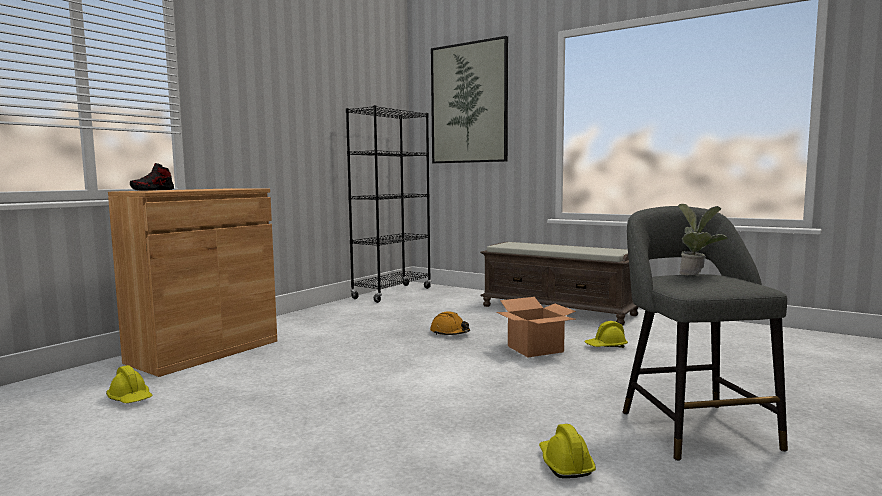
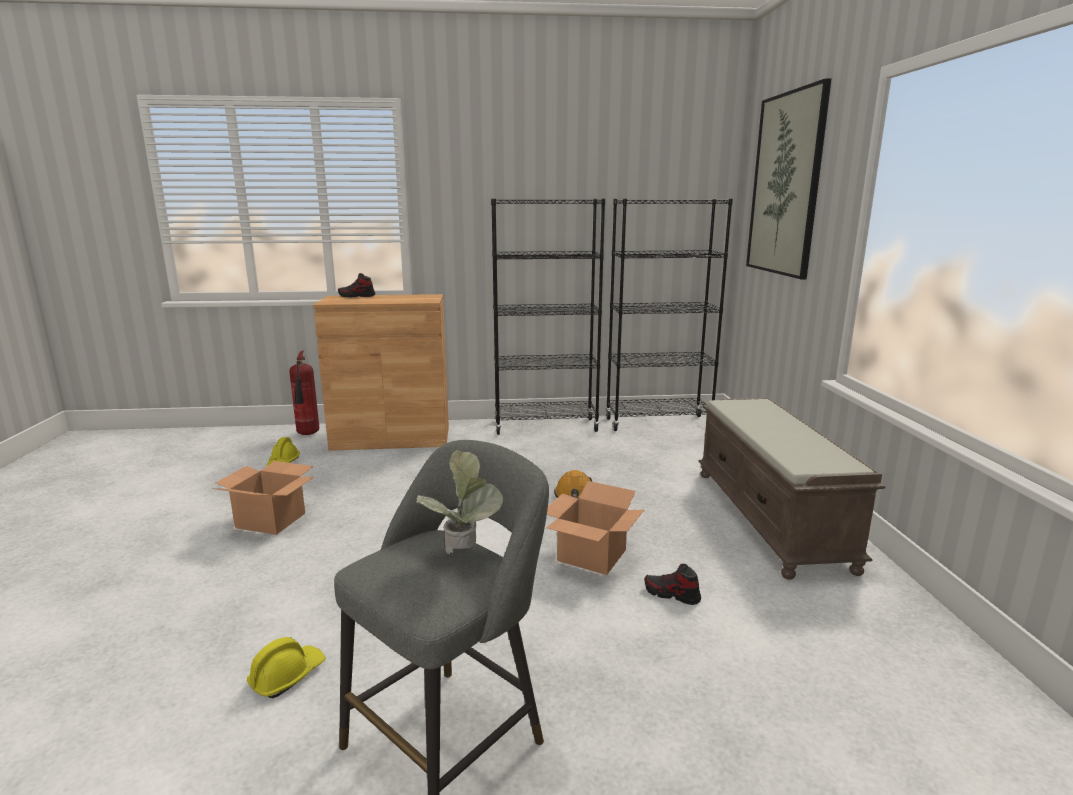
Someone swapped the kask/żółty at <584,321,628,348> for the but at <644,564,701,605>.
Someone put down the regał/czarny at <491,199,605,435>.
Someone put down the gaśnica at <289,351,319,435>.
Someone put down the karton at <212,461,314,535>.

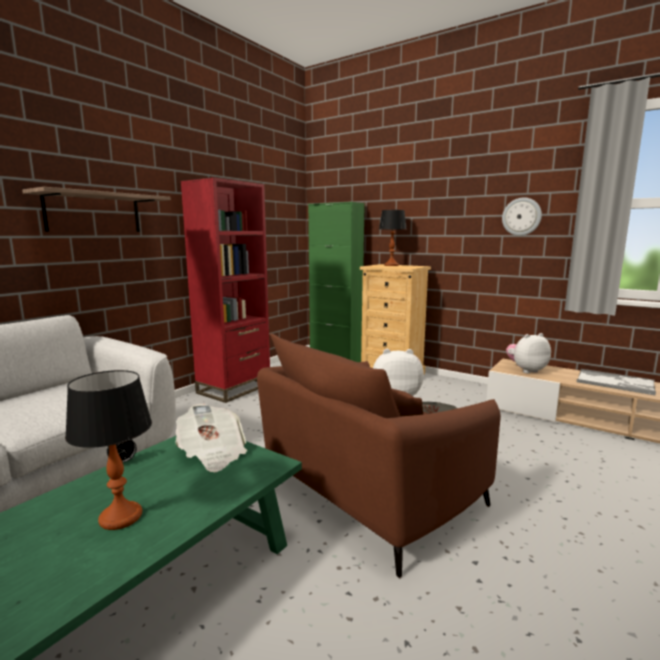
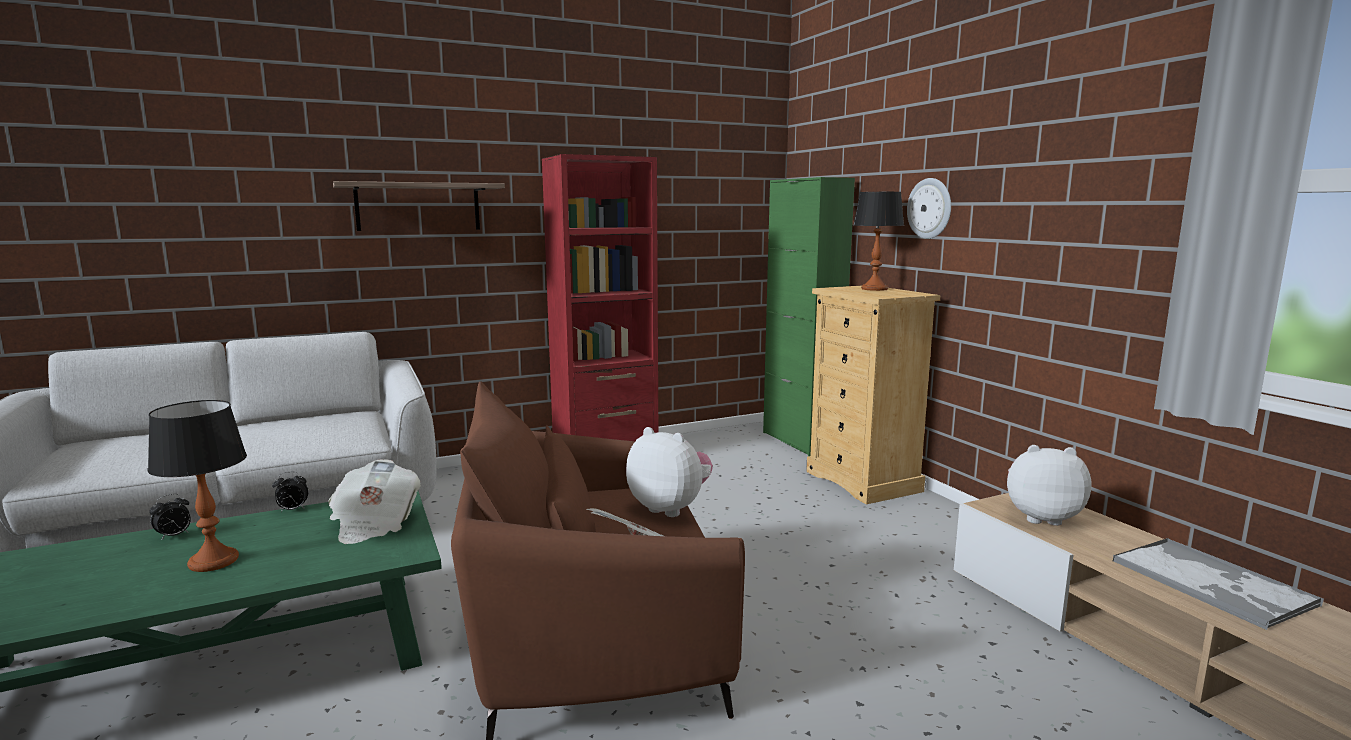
Someone carried the zegar ścienny from <502,197,542,236> to <907,178,951,239>.
Someone put down the budzik at <149,494,191,540>.

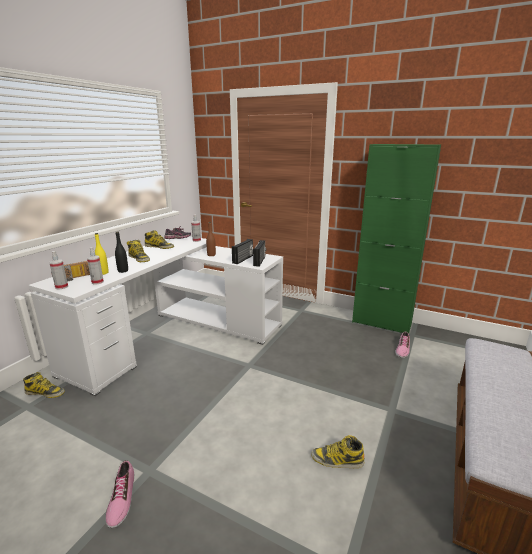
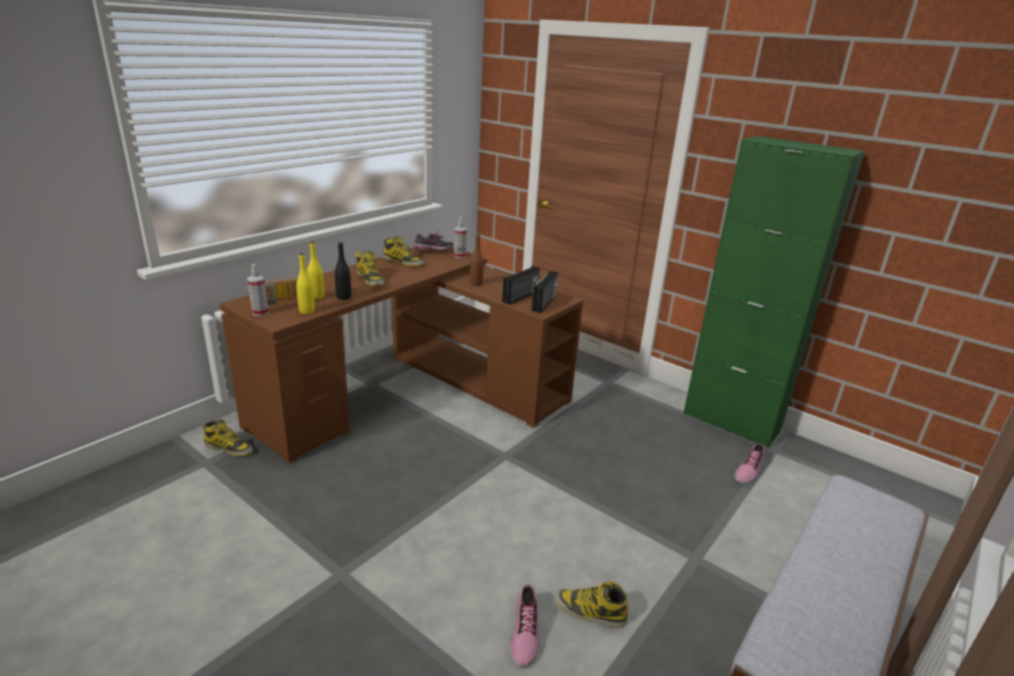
Someone repainted the biurko/biały at <28,236,283,396>, which became the biurko/brązowy at <220,247,583,464>.
Someone swapped the spryskiwacz at <87,247,104,284> for the butelka/żółty at <296,253,315,314>.
Someone carried the but from <105,460,134,528> to <510,584,539,667>.

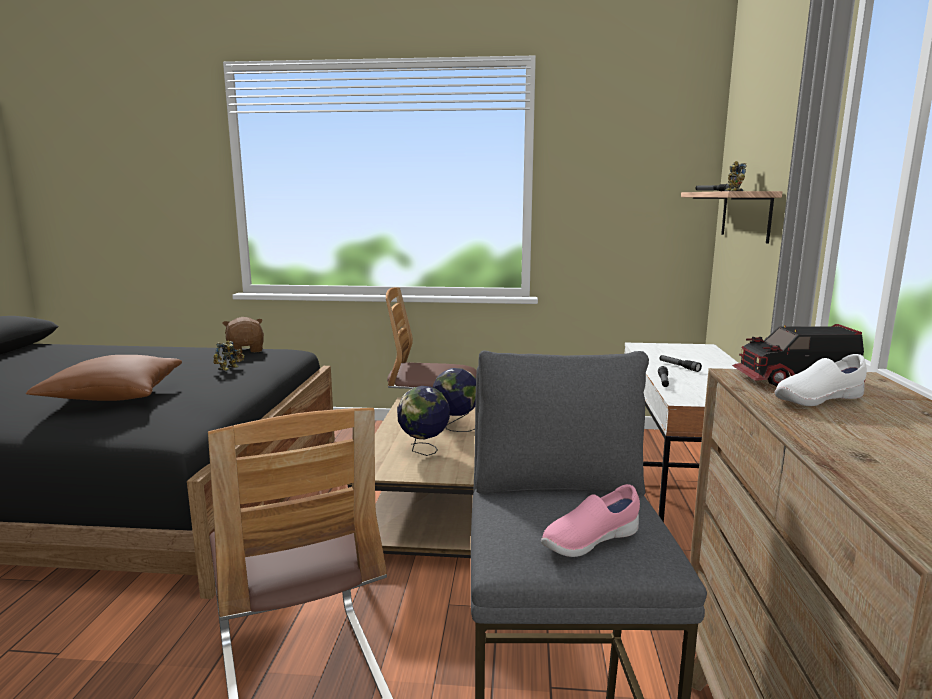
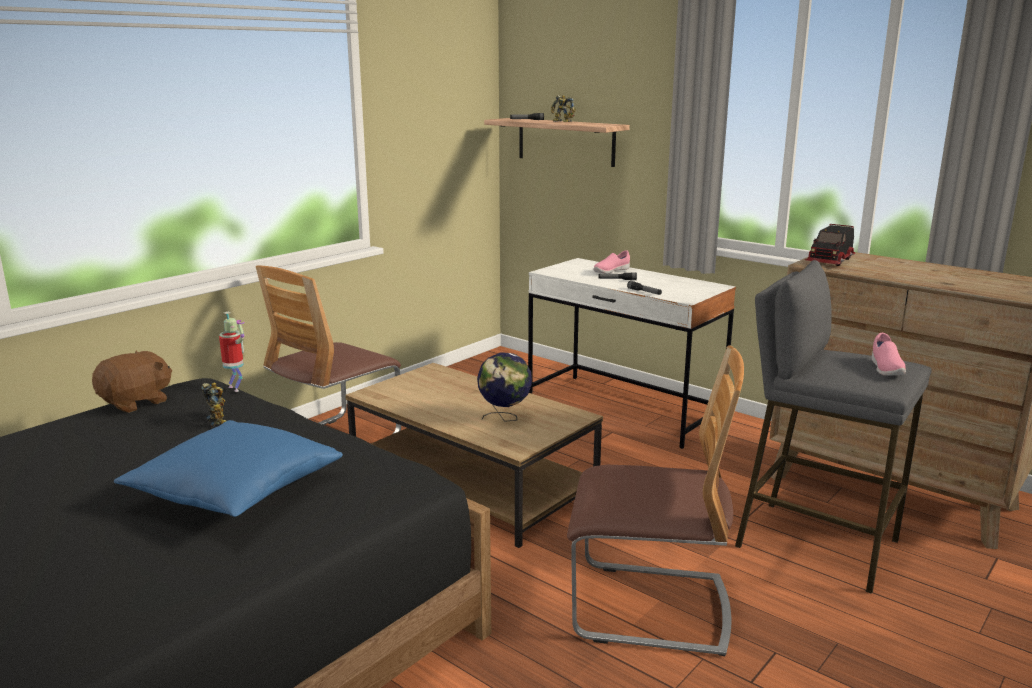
Someone rotated the pluszak/brązowy at <222,317,264,354> by 120 degrees clockwise.
Someone took away the but/biały at <775,354,867,406>.
Someone repainted the poduszka/brązowy at <26,355,182,401>, which became the poduszka/niebieski at <114,420,343,517>.
Someone took away the globus at <433,368,476,432>.
Someone put down the but/różowy at <593,250,630,274>.
Someone put down the robot zabawkowy at <219,311,245,392>.

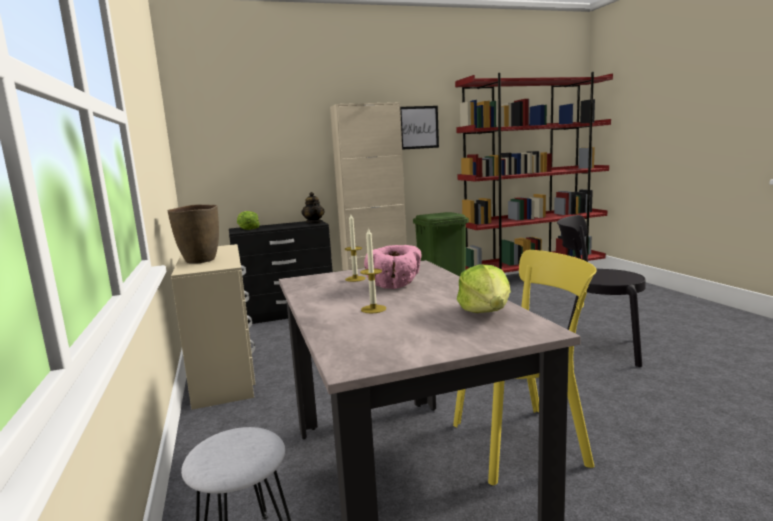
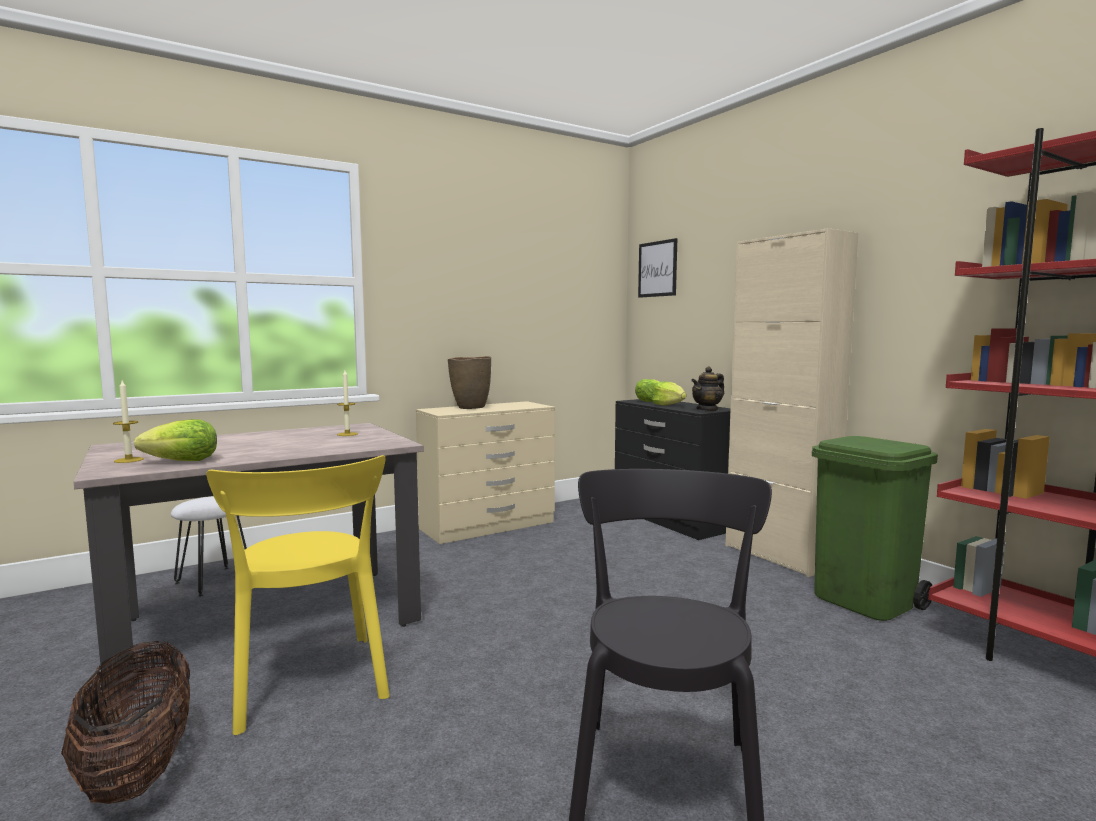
Someone carried the obraz from <400,106,439,150> to <638,238,677,298>.
Someone carried the świeca from <360,227,386,313> to <113,380,144,463>.
Someone took away the miska/różowy at <364,245,422,289>.
Someone put down the sałata at <652,381,686,406>.
Someone put down the koszyk at <61,641,190,804>.

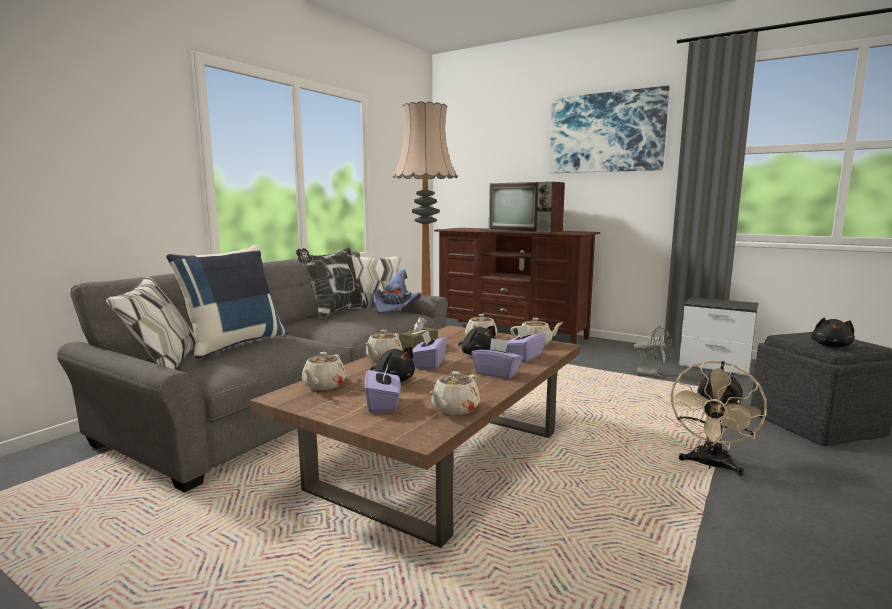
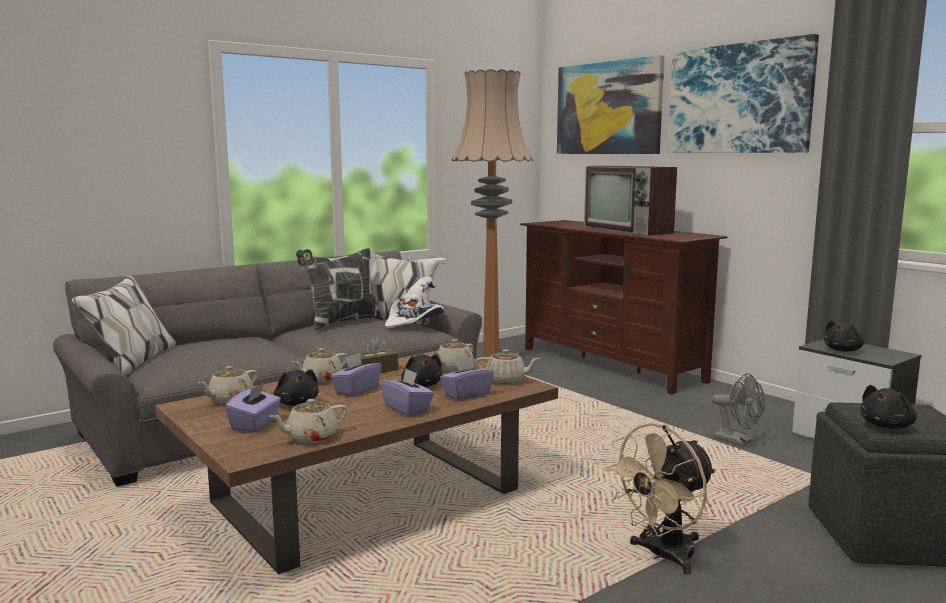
Someone took away the poduszka/niebieski at <166,245,289,359>.
Someone repainted the kapelusz/fioletowy at <373,270,421,314>, which became the kapelusz/biały at <385,277,444,328>.
Someone put up the obraz at <557,55,664,154>.
Someone put down the pluszak/czarny at <824,320,864,352>.

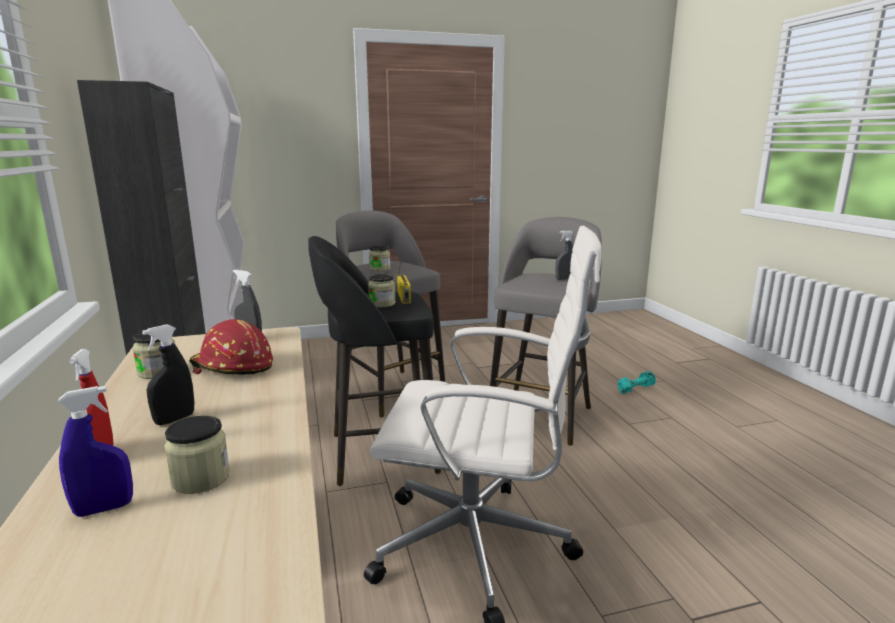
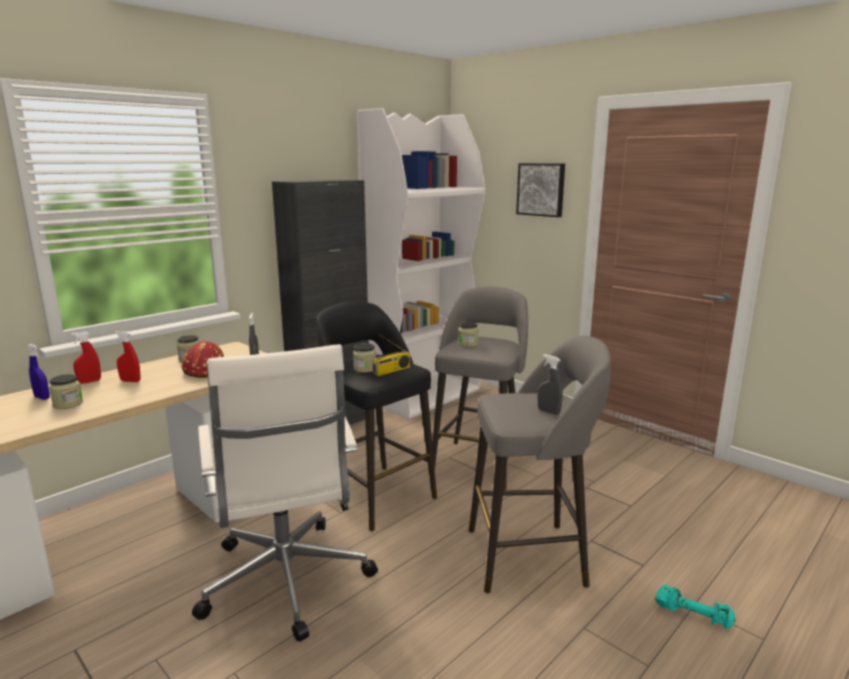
Someone repainted the spryskiwacz/czarny at <142,324,194,425>, which became the spryskiwacz/czerwony at <114,331,140,382>.
Someone put up the obraz at <516,163,565,217>.

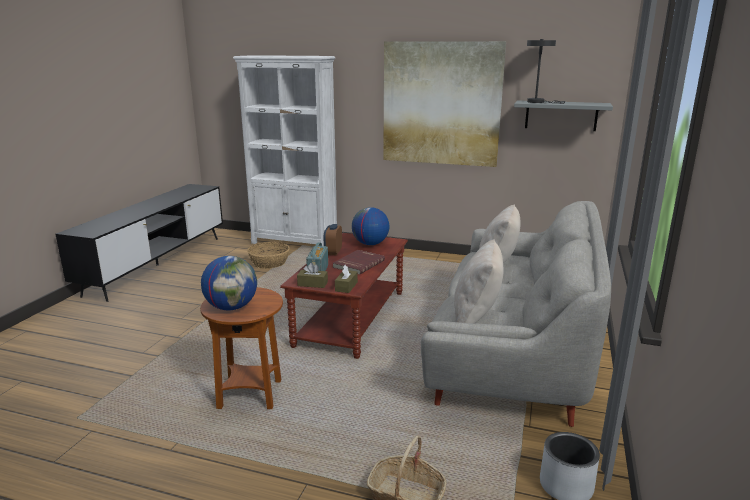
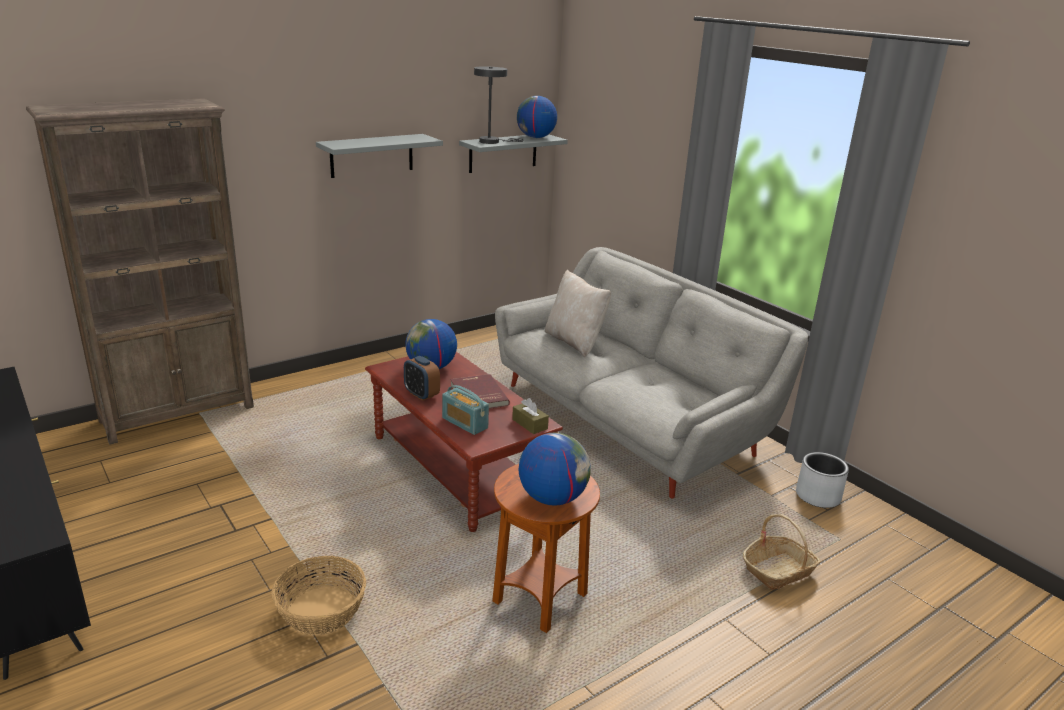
Someone swapped the obraz at <383,41,506,167> for the półka/szary at <316,134,443,178>.
Someone repainted the regał/biały at <233,55,337,246>, which became the regał/brązowy at <26,98,254,445>.
Someone took away the poduszka/beżowy at <454,239,504,323>.
Someone carried the koszyk from <247,242,290,269> to <272,556,366,635>.
Someone took away the pudełko chusteczek/brązowy at <297,263,328,288>.
Someone put down the globus at <517,96,557,138>.

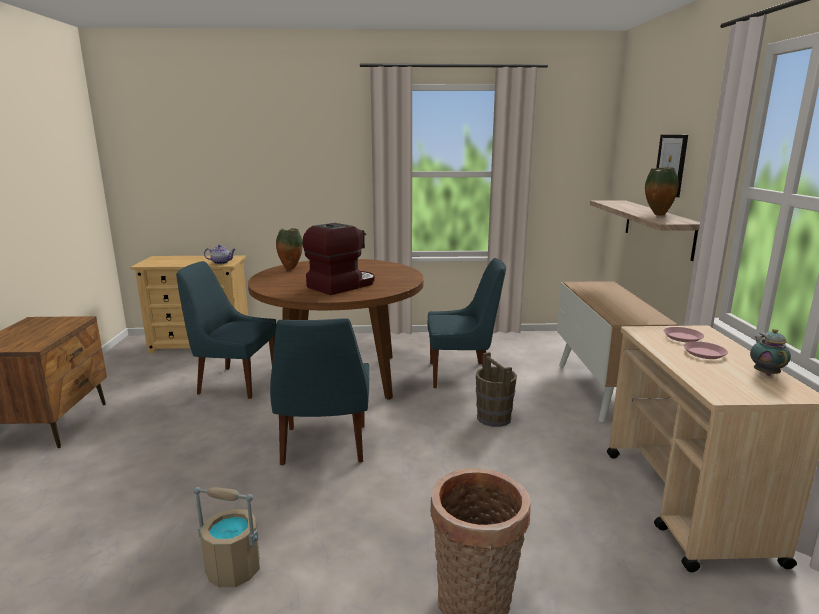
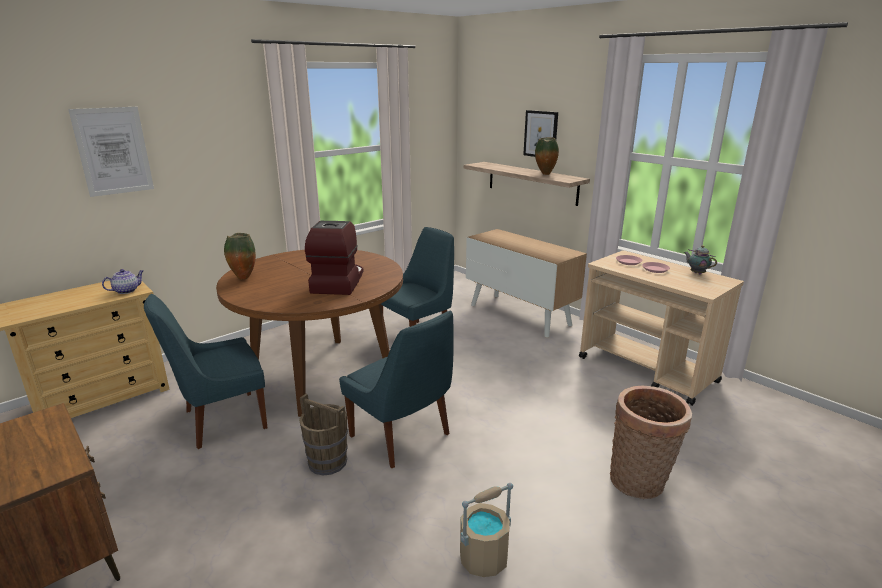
Someone carried the wiadro/brązowy from <476,352,517,427> to <299,394,348,476>.
Someone put up the obraz at <68,107,154,197>.

